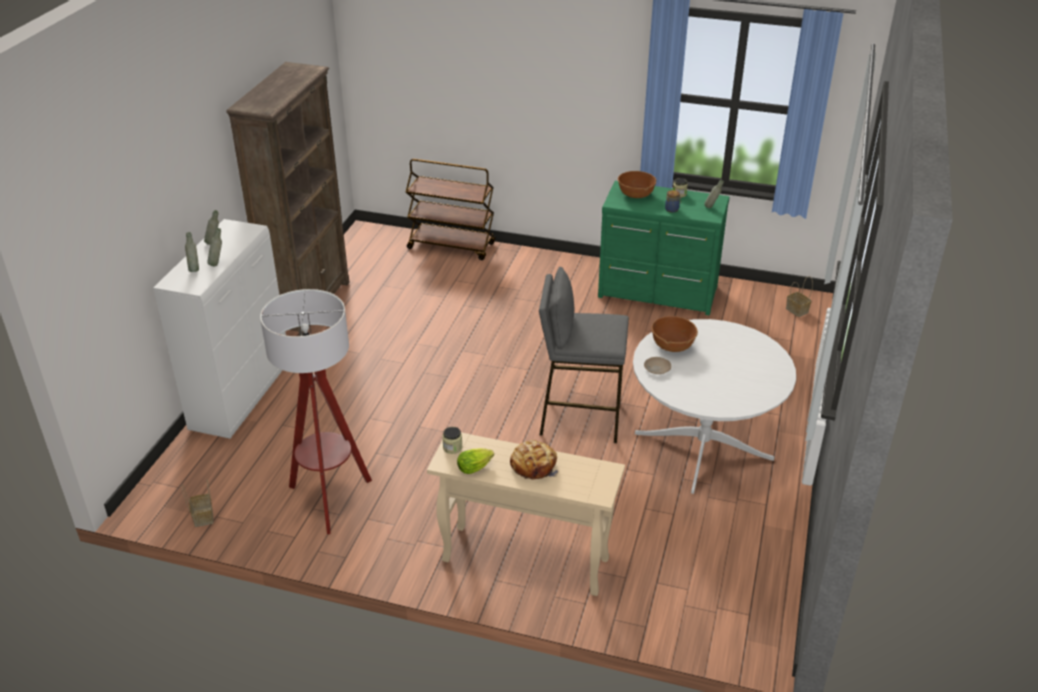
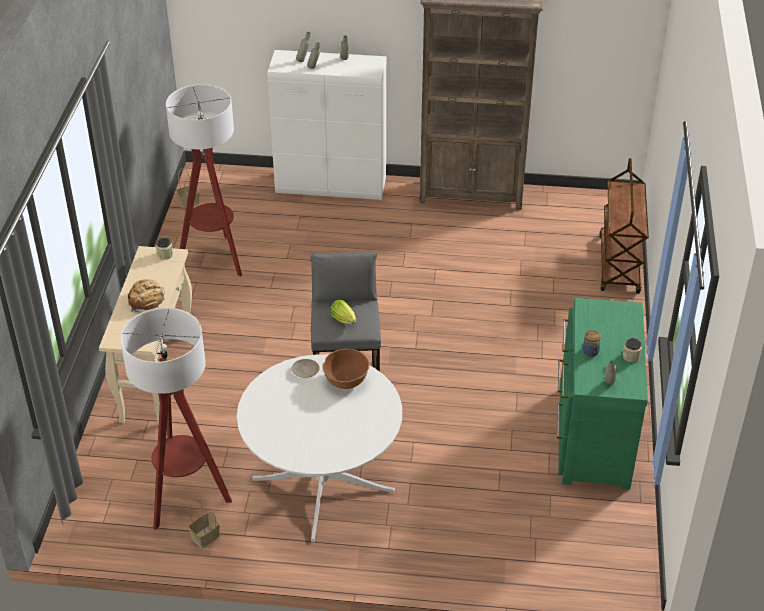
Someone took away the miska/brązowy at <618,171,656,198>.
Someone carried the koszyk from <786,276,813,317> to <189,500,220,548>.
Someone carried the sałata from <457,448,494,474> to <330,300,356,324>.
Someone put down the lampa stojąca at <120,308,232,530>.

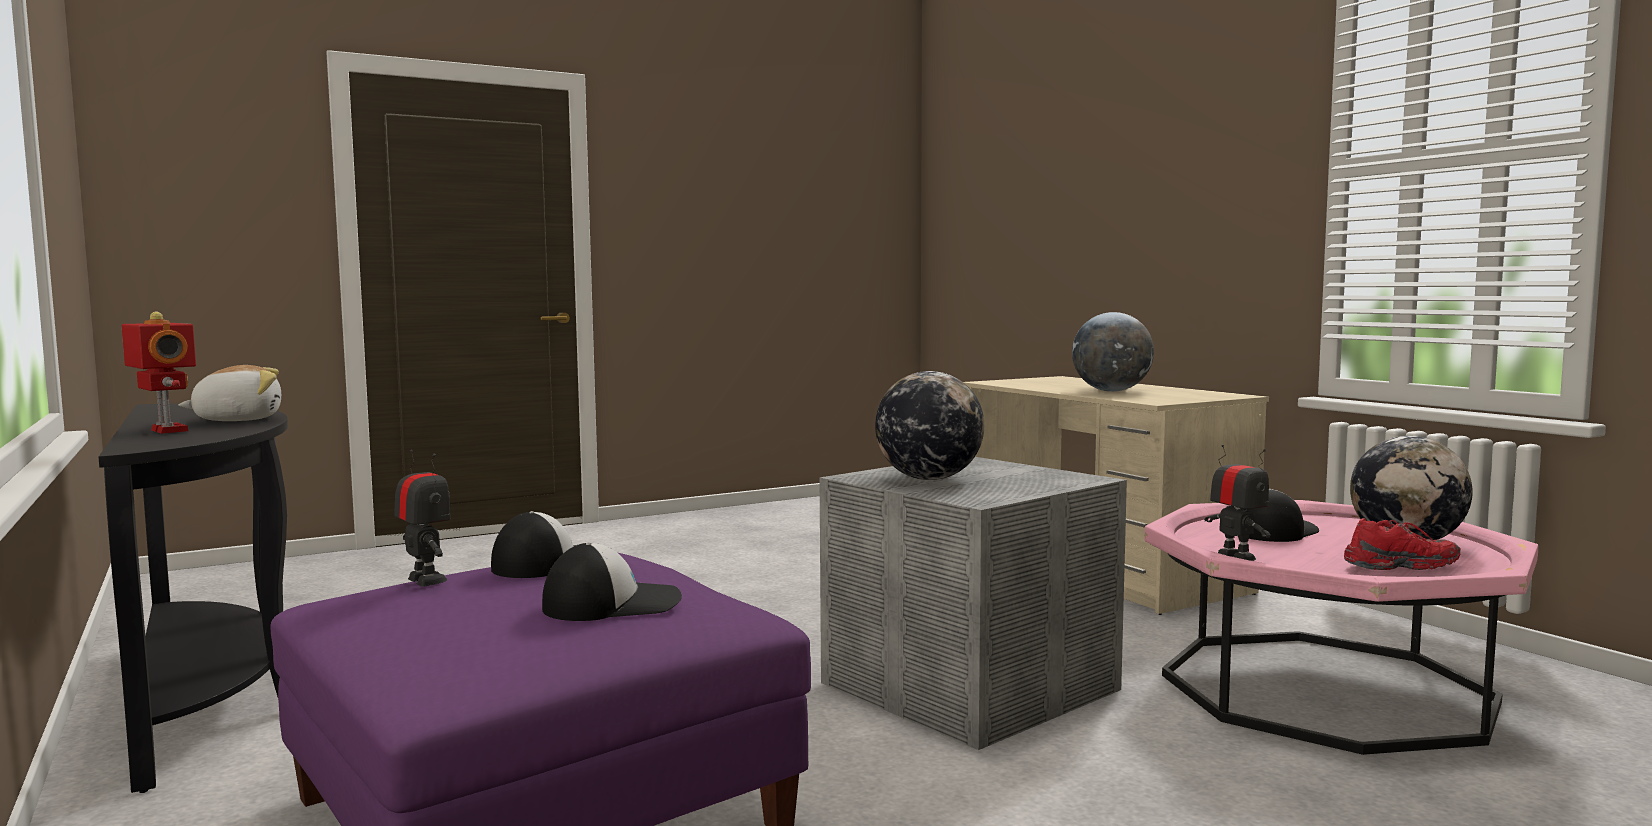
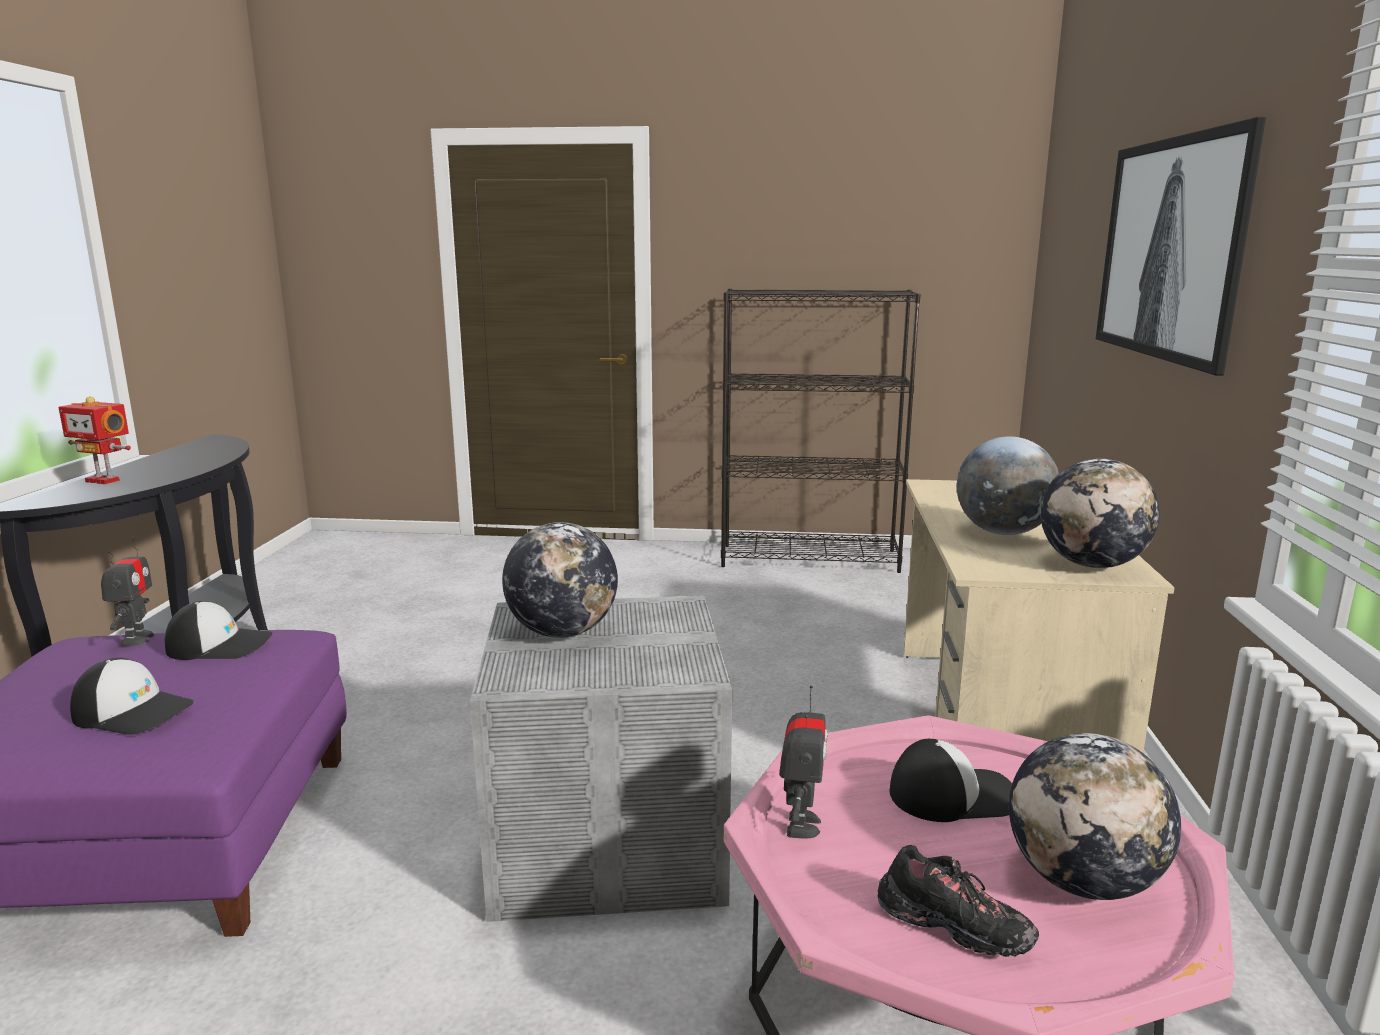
Someone rotated the robot zabawkowy at <122,312,196,434> by 120 degrees clockwise.
Someone took away the pluszak at <178,365,281,421>.
Someone repainted the but/czerwony at <1344,518,1461,570>, which became the but/czarny at <878,845,1039,957>.
Someone put up the obraz at <1096,117,1266,376>.
Someone put down the regał/czarny at <721,289,921,573>.
Someone put down the globus at <1041,459,1160,568>.

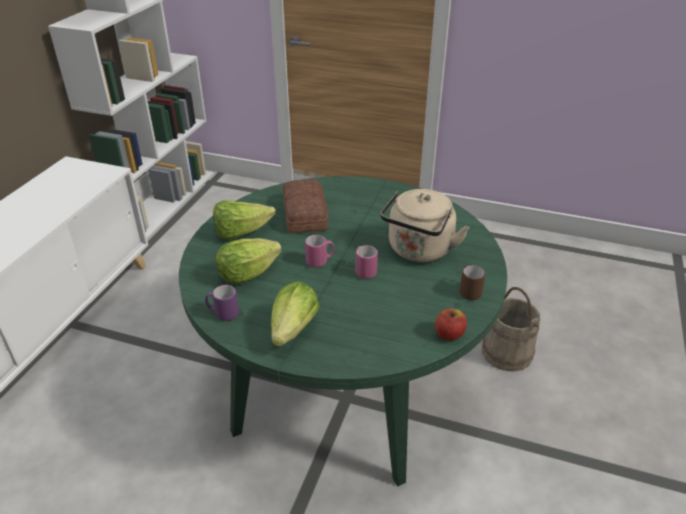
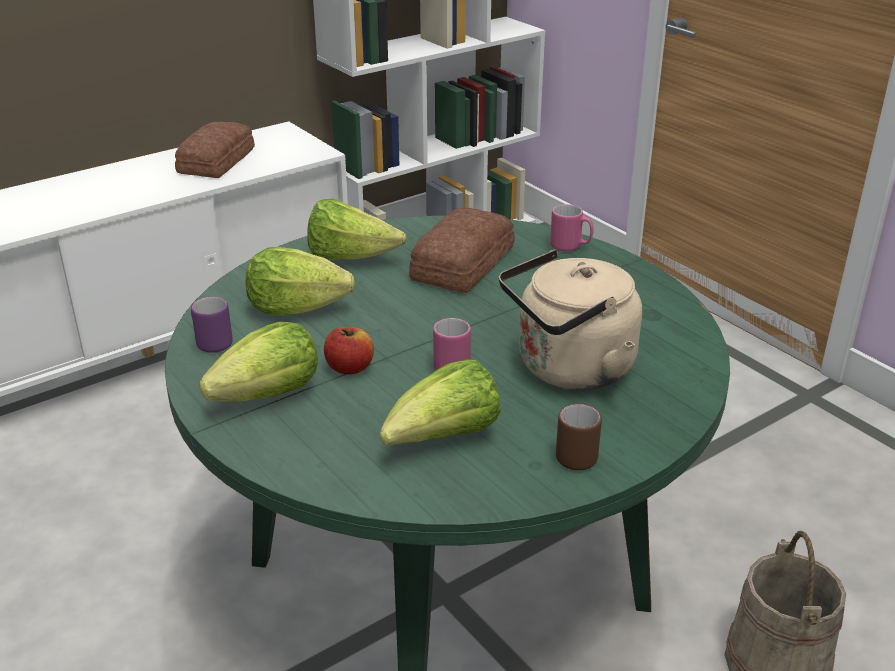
Someone carried the kubek/różowy from <305,235,335,267> to <550,204,594,251>.
Someone carried the jabłko from <435,309,467,341> to <324,327,374,374>.
Someone put down the chleb at <175,122,255,178>.
Someone put down the sałata at <380,359,501,446>.

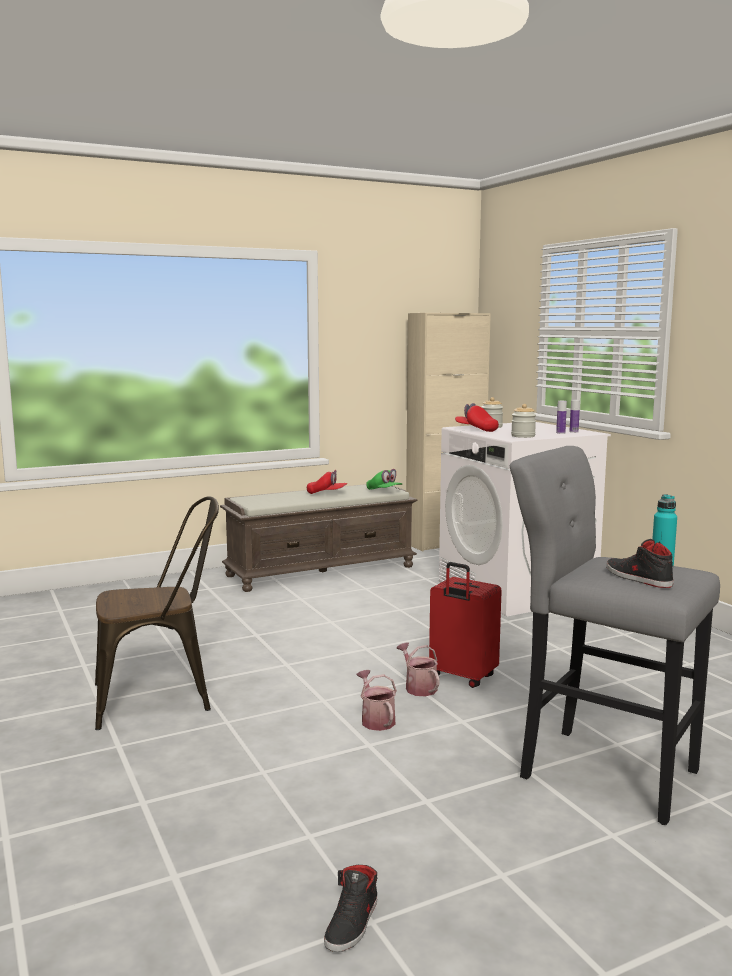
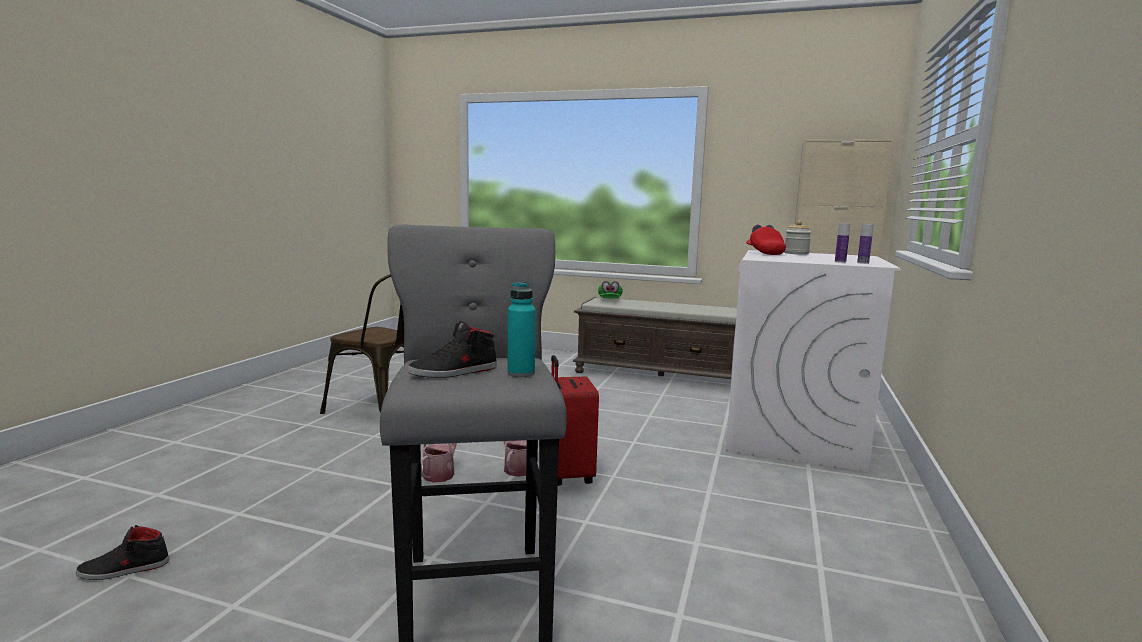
Someone took away the słoik at <511,404,536,438>.
Someone carried the czapka z daszkiem/zielony from <366,469,402,490> to <598,281,623,298>.
Someone took away the czapka z daszkiem/czerwony at <307,470,347,494>.
Someone rotated the but/czarny at <606,539,674,588> by 135 degrees counterclockwise.

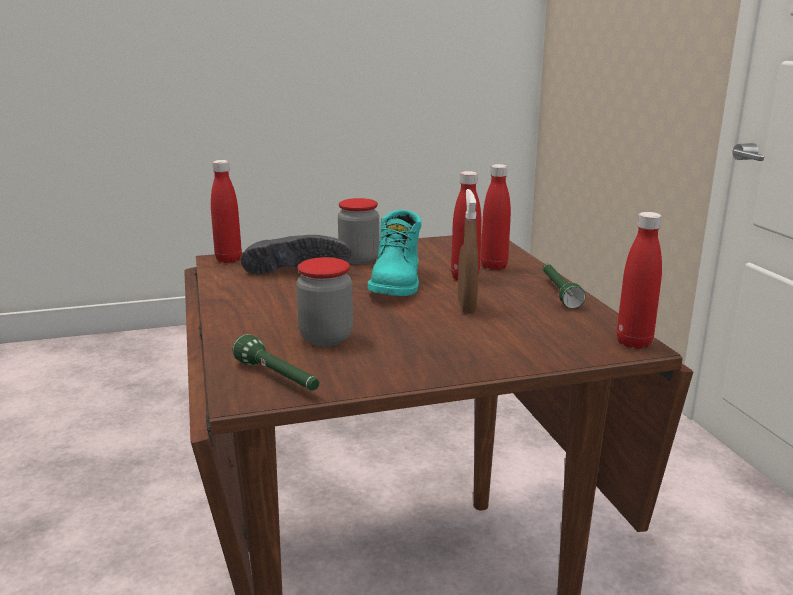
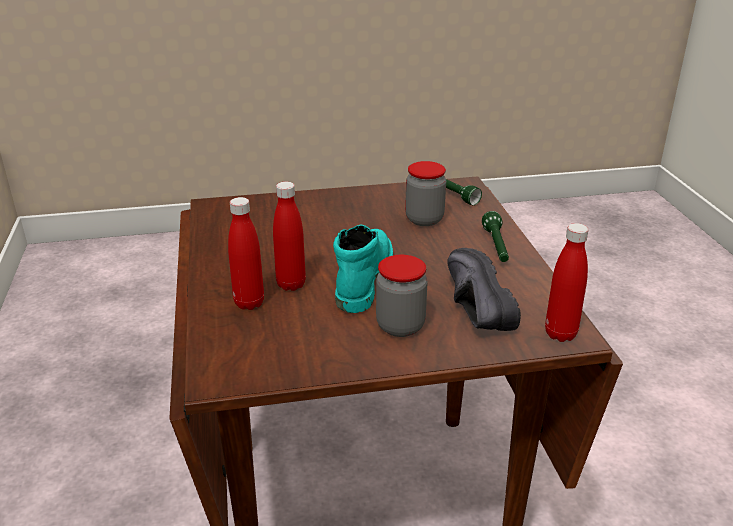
Someone took away the spryskiwacz/brązowy at <458,189,478,314>.
Someone took away the butelka/czerwony at <617,212,662,349>.
Someone rotated the but/czarny at <241,235,351,275> by 60 degrees clockwise.
Someone carried the latarka/zielony from <543,264,586,309> to <482,211,509,262>.

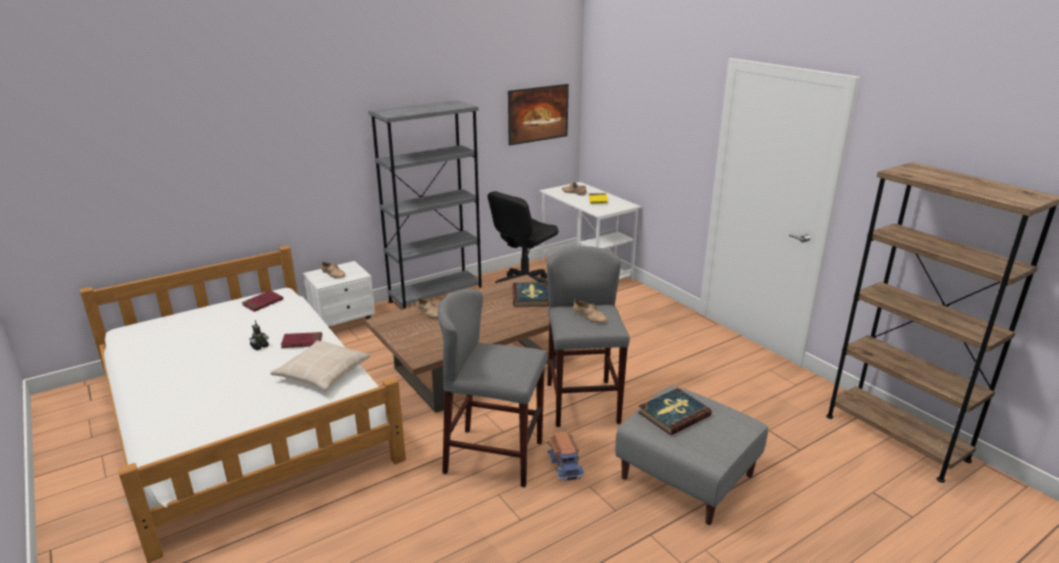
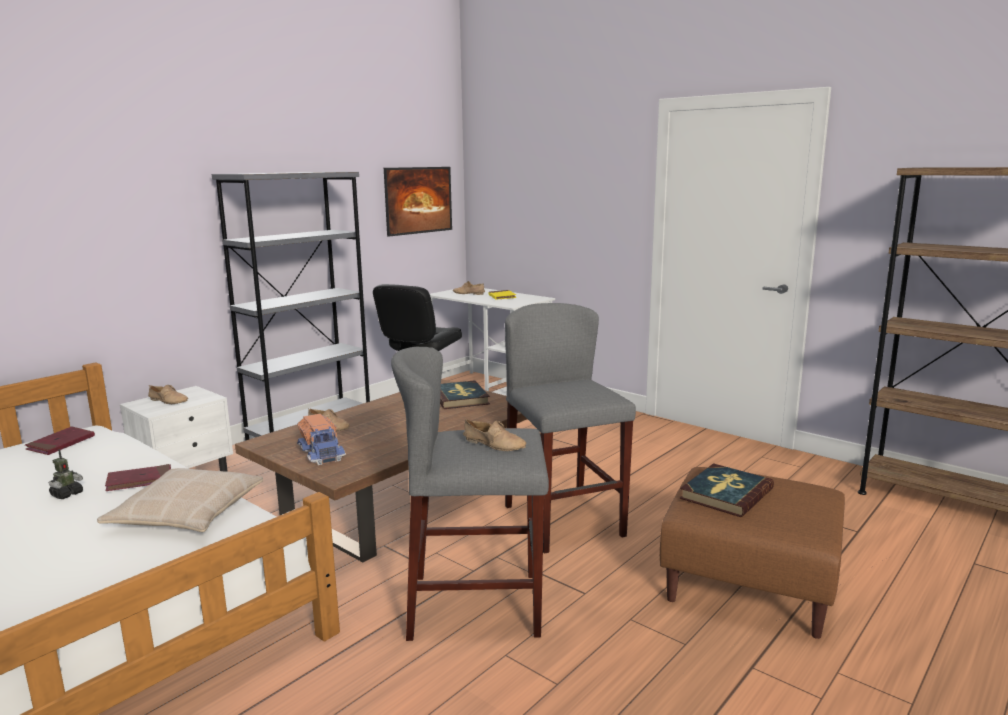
Someone carried the but/beżowy from <573,300,607,323> to <463,419,526,451>.
Someone repainted the pufa/szary at <615,386,768,525>, which became the pufa/brązowy at <660,467,845,639>.
Someone carried the ciężarówka zabawkowa from <548,431,585,482> to <297,414,346,465>.

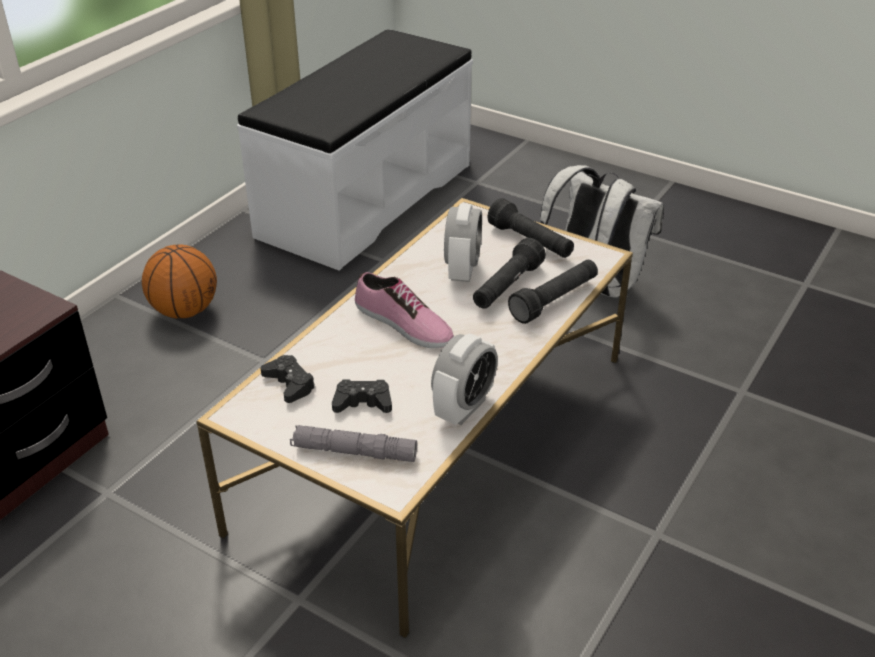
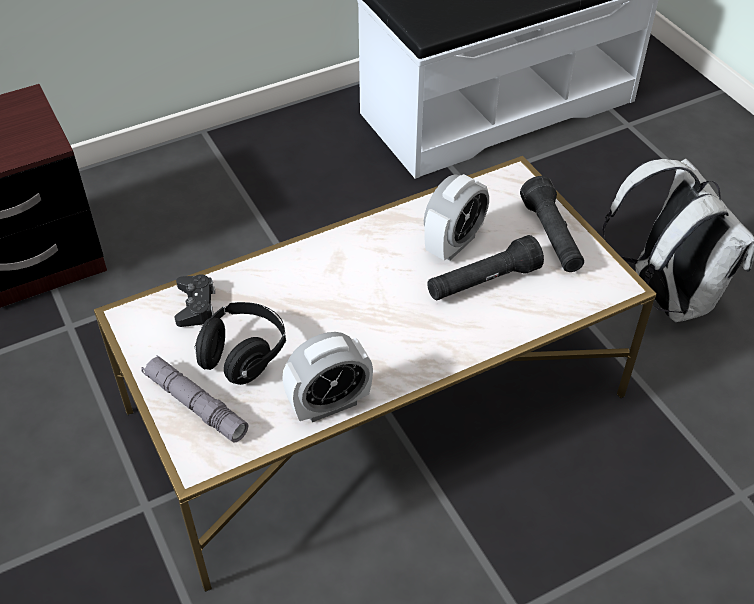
Someone took away the piłka do koszykówki at <142,245,217,318>.
Someone took away the latarka/czarny at <508,260,598,324>.
Someone took away the but at <355,272,454,348>.
Someone swapped the pad do gier/czarny at <332,380,392,413> for the słuchawki/czarny at <195,302,286,385>.

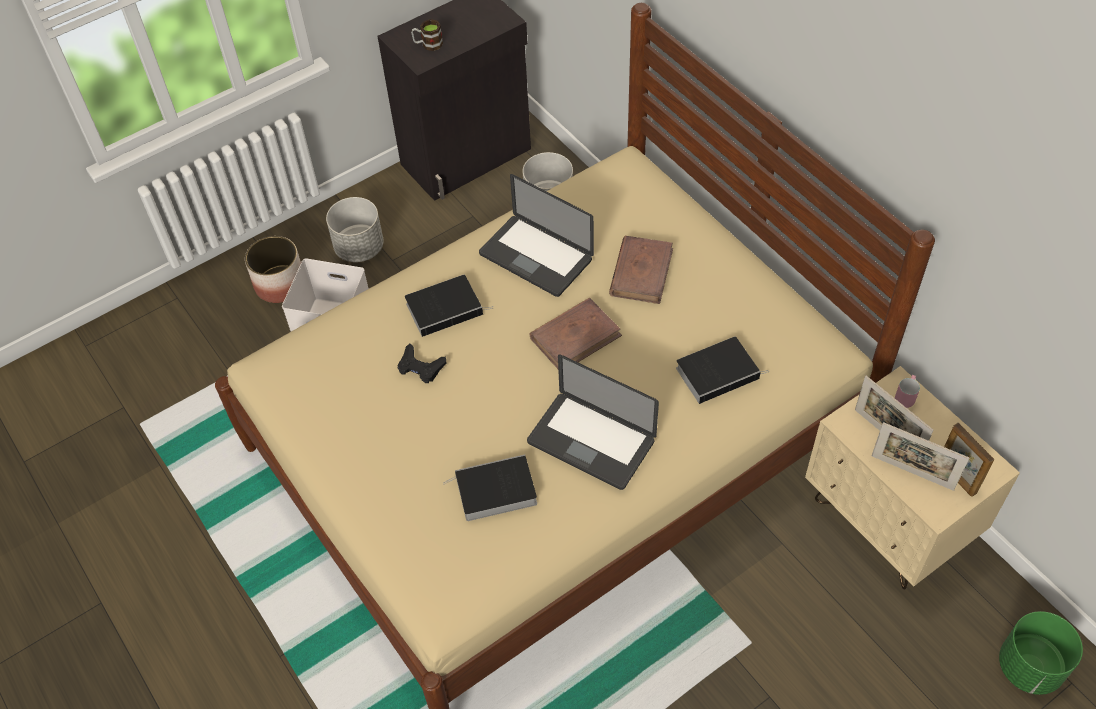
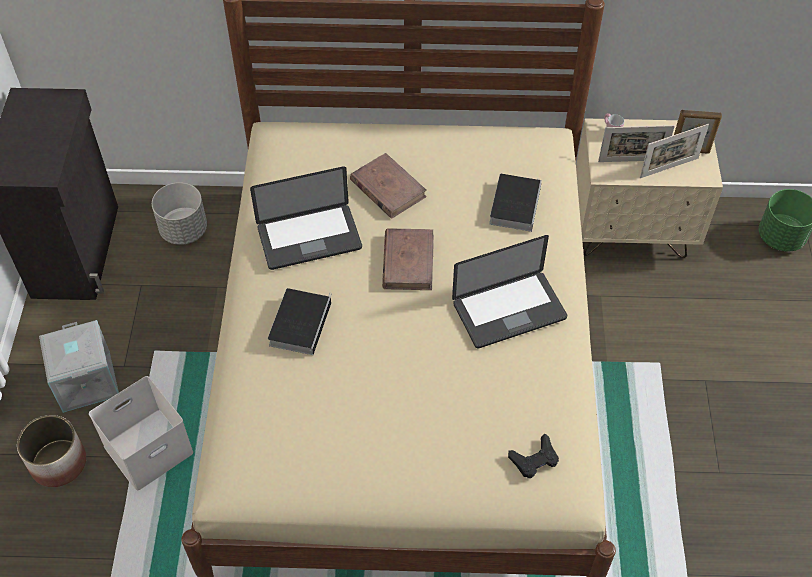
Someone took away the kubek at <411,19,443,51>.
Someone swapped the donica/szary at <326,197,384,262> for the pojemnik do przechowywania/szary at <39,320,119,413>.
Someone carried the pad do gier/czarny from <398,344,446,383> to <508,434,559,478>.
Someone took away the książka at <443,454,537,521>.

